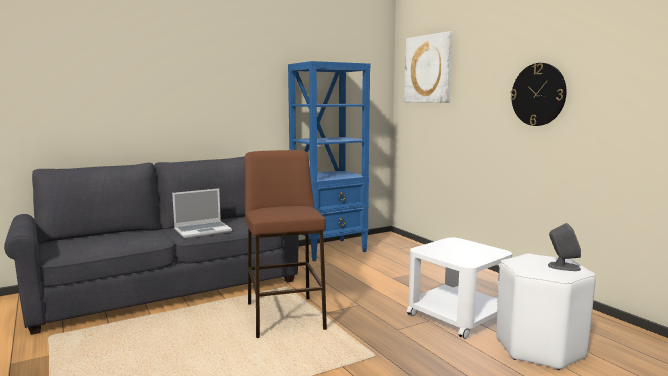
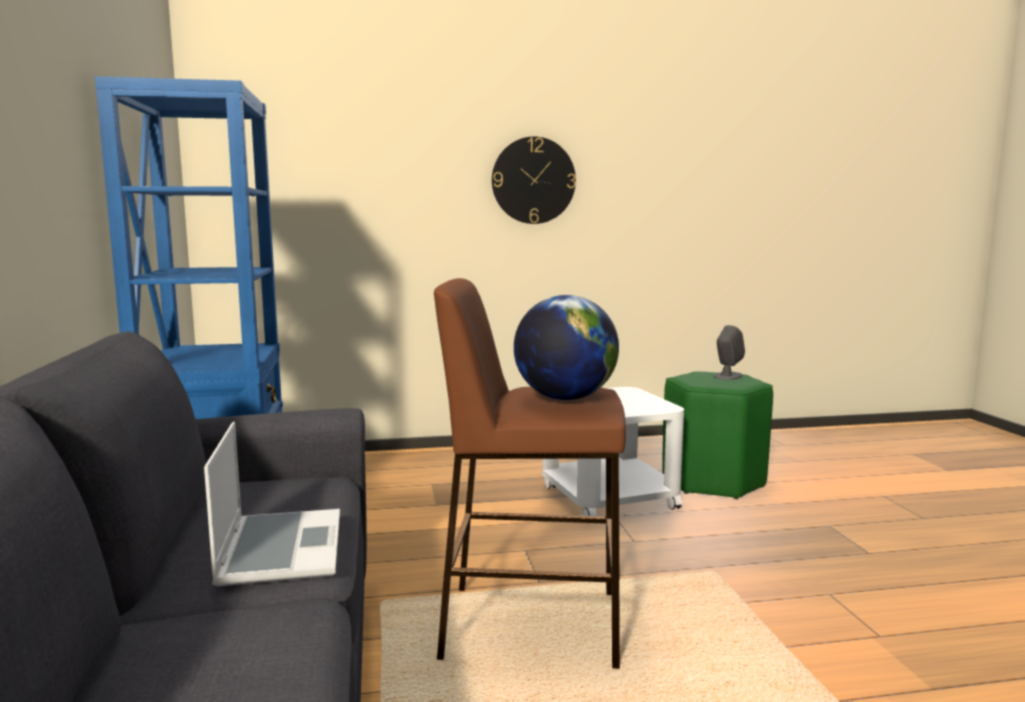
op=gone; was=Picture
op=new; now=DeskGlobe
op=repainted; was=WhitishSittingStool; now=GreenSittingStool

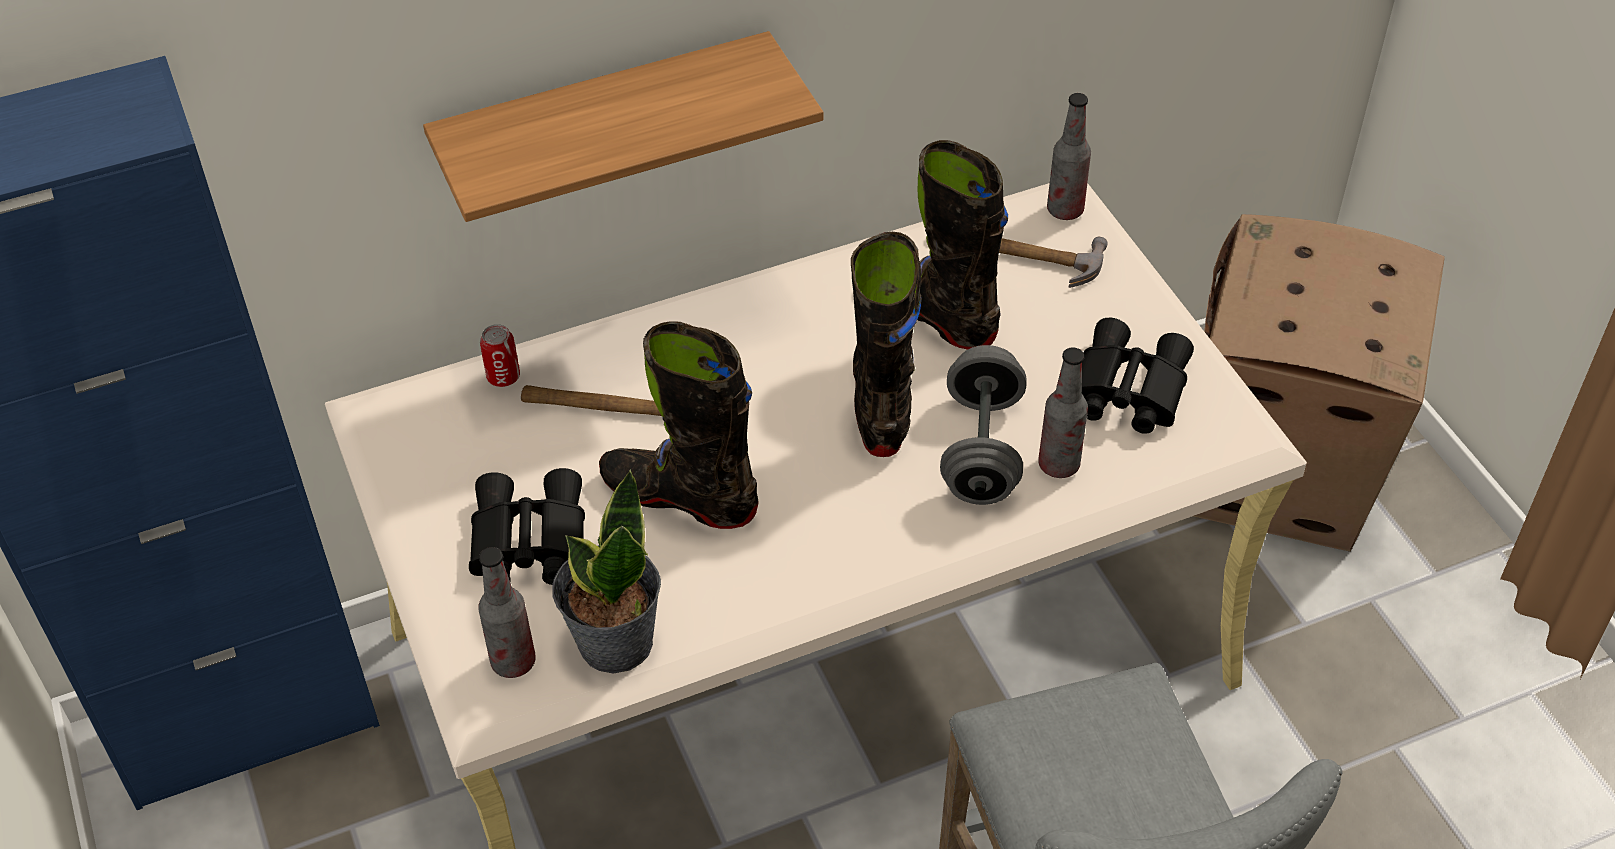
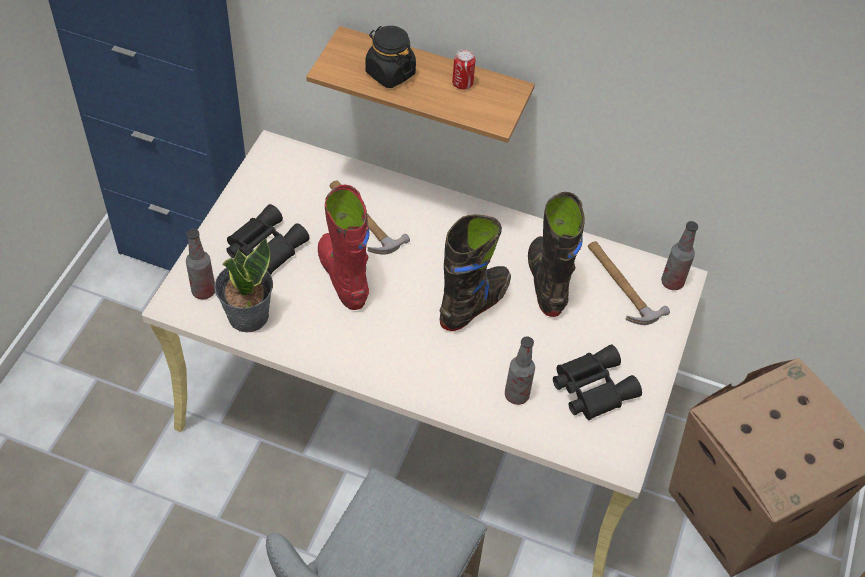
op=gone; was=GrayHandWeight
op=new; now=BlackColouredPreserveJar
op=shifted; was=MetalCan
op=repainted; was=BlackColouredHighTopBoot (no. 1 from left); now=RedColouredHighTopBoot

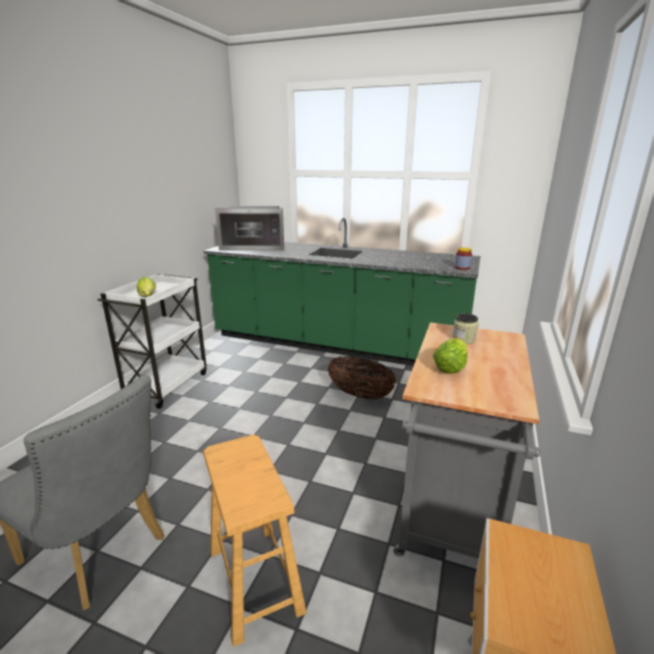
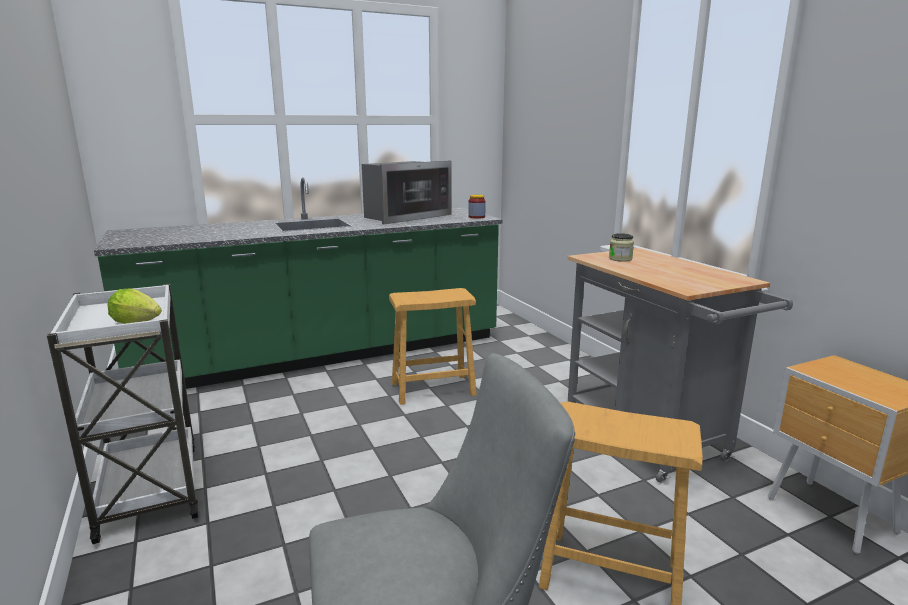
op=gone; was=HeadOfLettuce (no. 2 from left)
op=shifted; was=KitchenMicrowave
op=swapped; was=Basket; now=BrownishSittingStool (no. 1 from left)

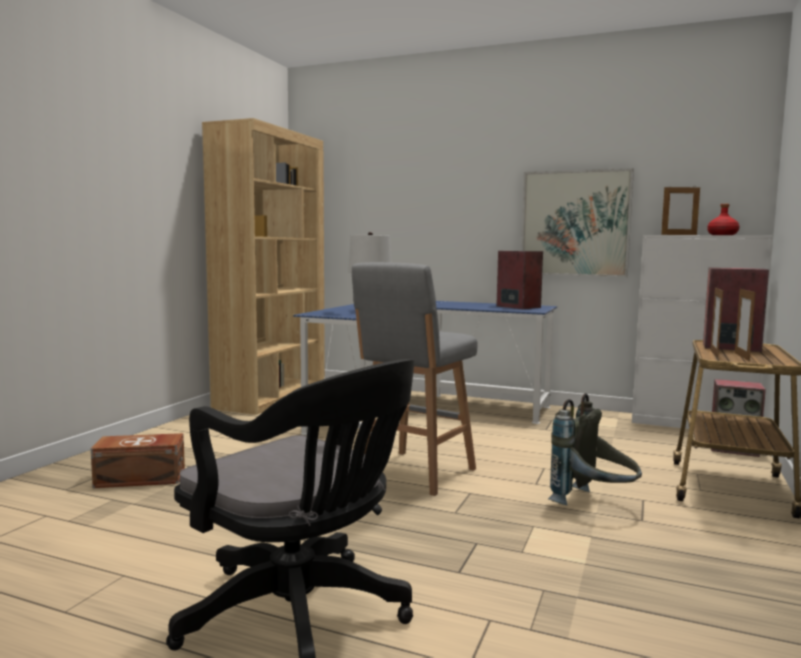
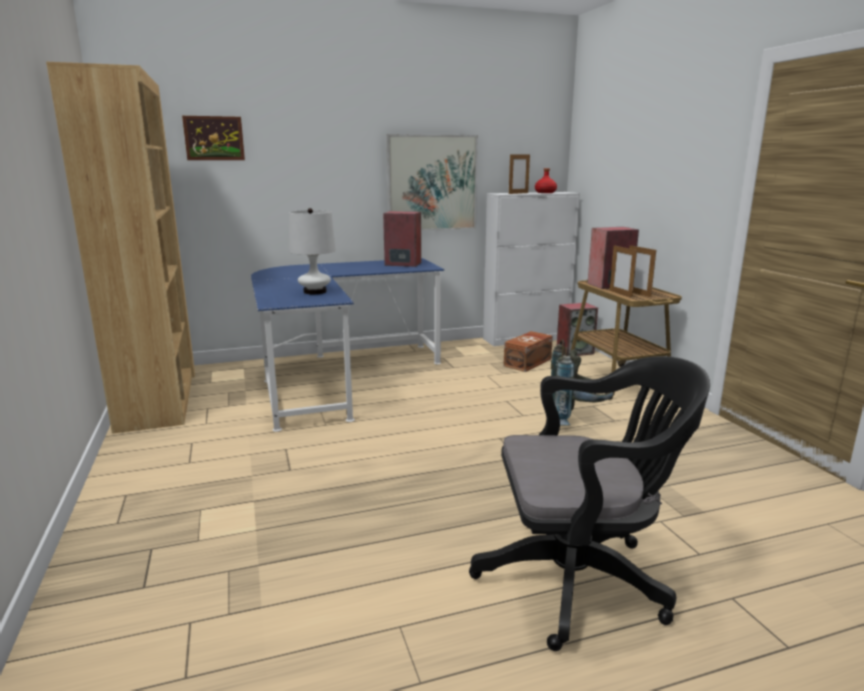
op=gone; was=GraySittingStool
op=new; now=Picture (no. 1 from left)
op=shifted; was=BrownishStorageBox

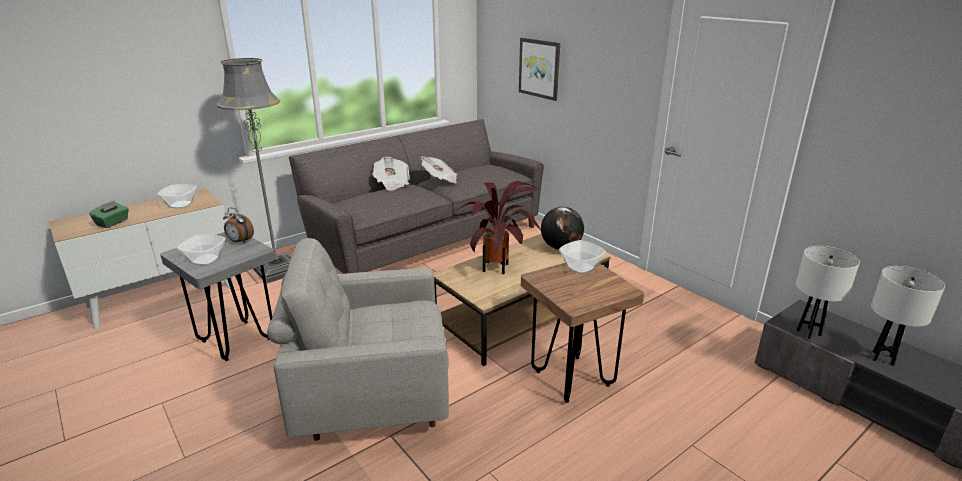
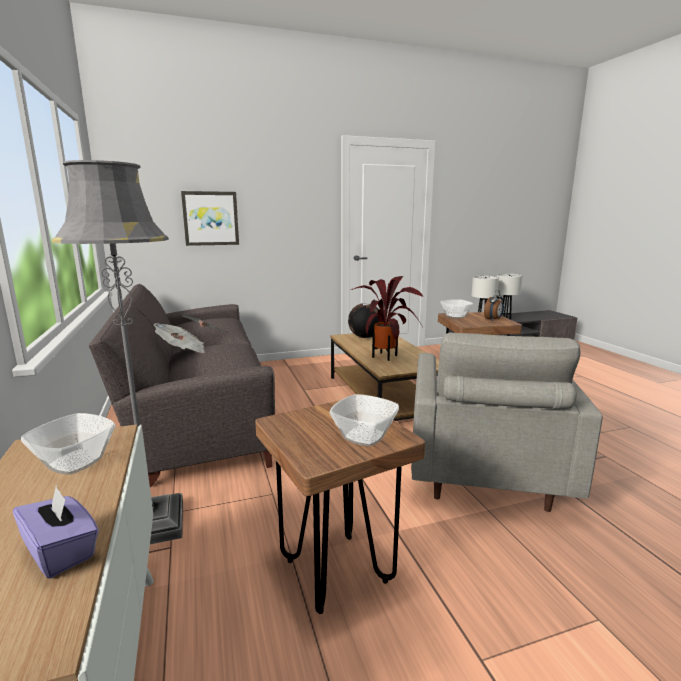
op=shifted; was=TableClock
op=repainted; was=GreenTissueHolder; now=PurplishTissueHolder
op=repainted; was=GraySittingStool; now=BrownishSittingStool (no. 1 from left)

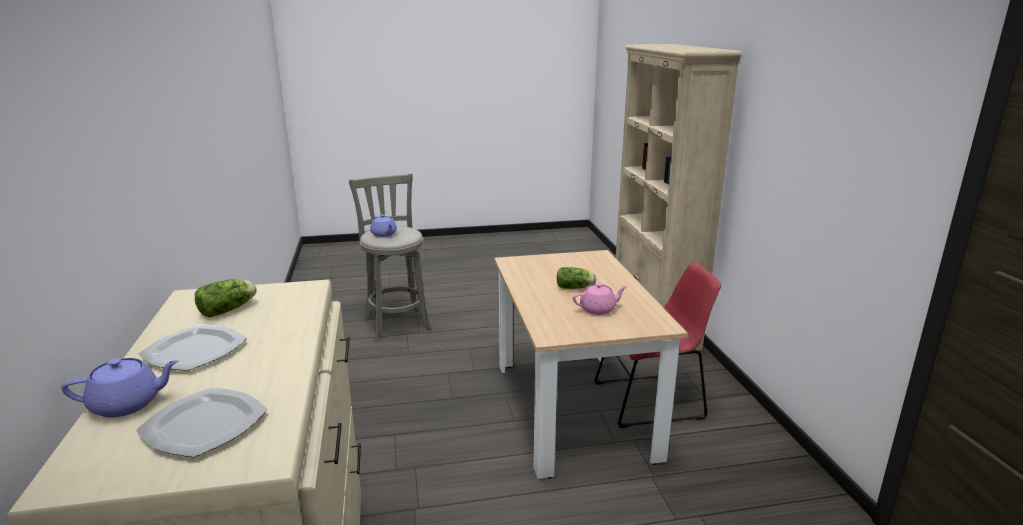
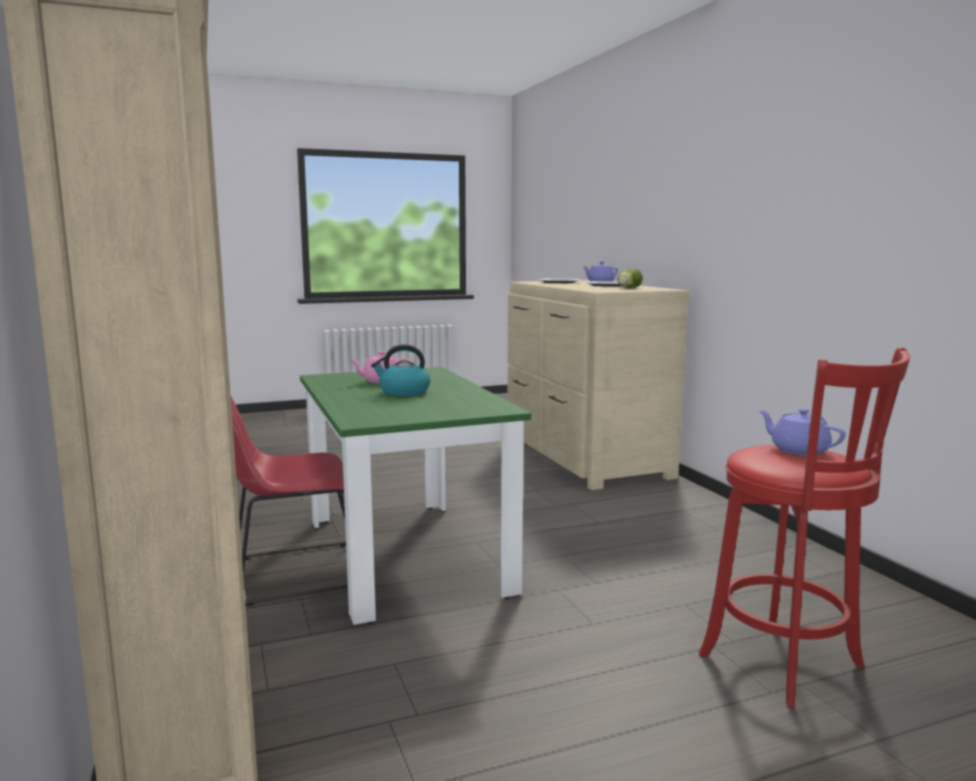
op=swapped; was=HeadOfLettuce (no. 2 from left); now=TeaKettle
op=repainted; was=GraySittingStool; now=RedColouredSittingStool
op=repainted; was=BeigeColouredKitchenTable; now=GreenKitchenTable

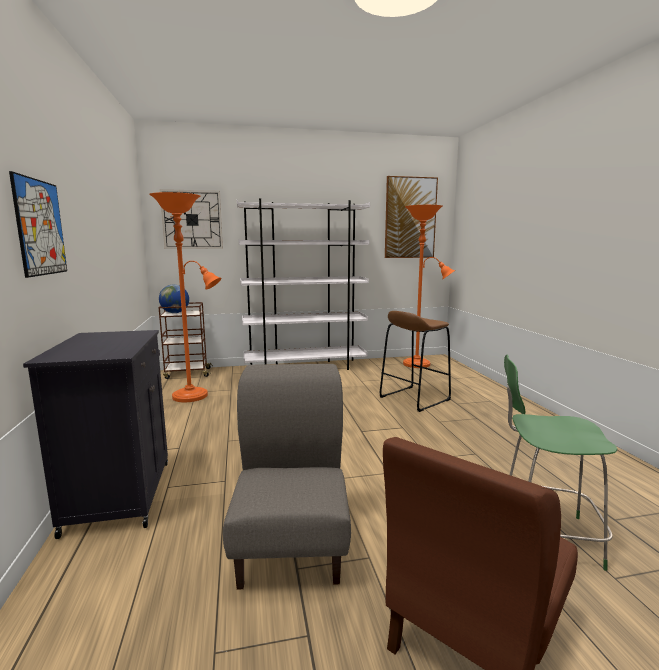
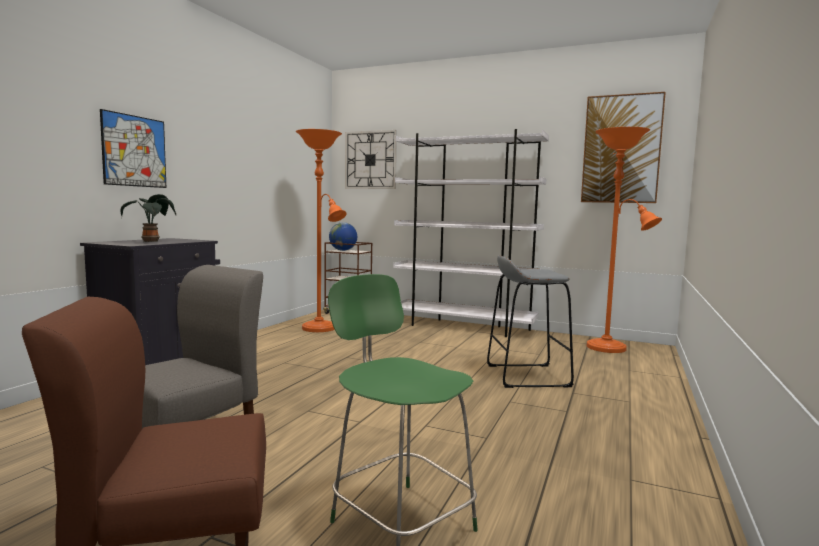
op=new; now=PottedPlant
op=repainted; was=BrownishSittingStool; now=GraySittingStool

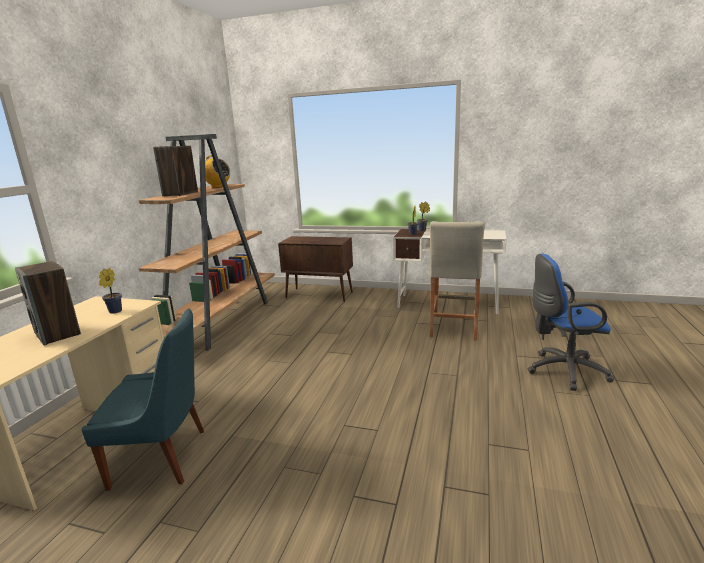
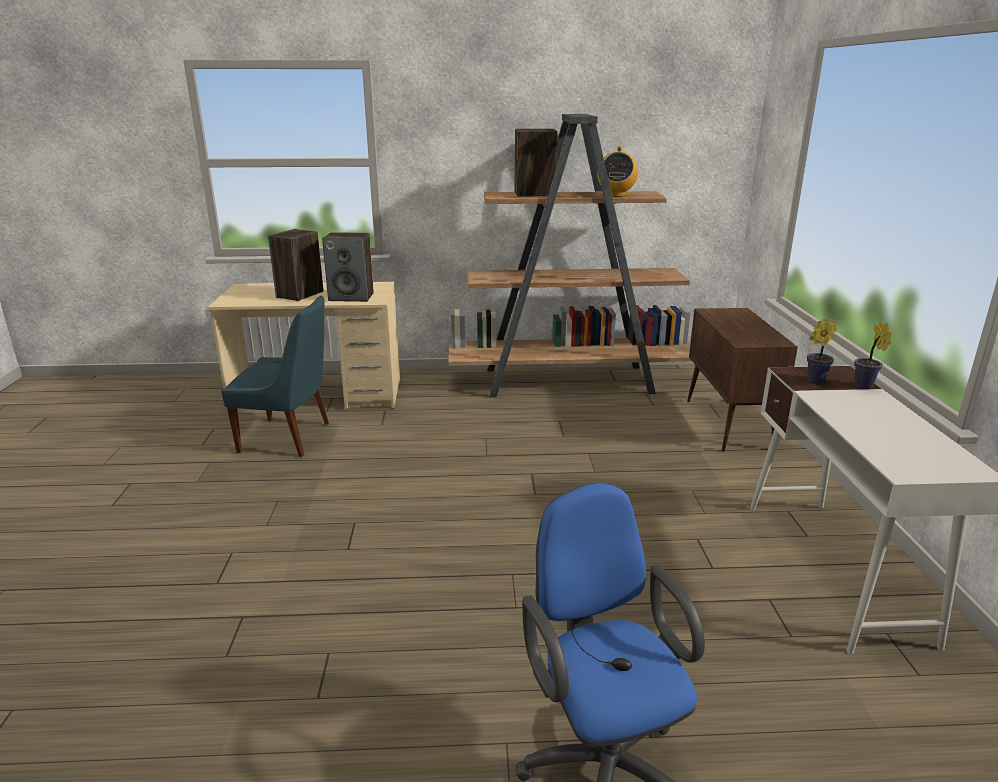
op=gone; was=BeigeColouredSittingStool
op=swapped; was=PottedPlant (no. 1 from left); now=Loudspeaker (no. 2 from left)
op=rotated; was=BlueColouredUprightChair; clockwise=-60

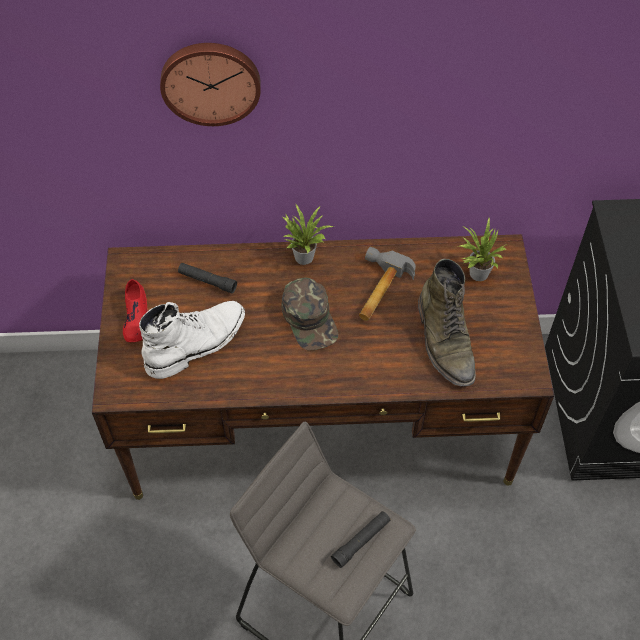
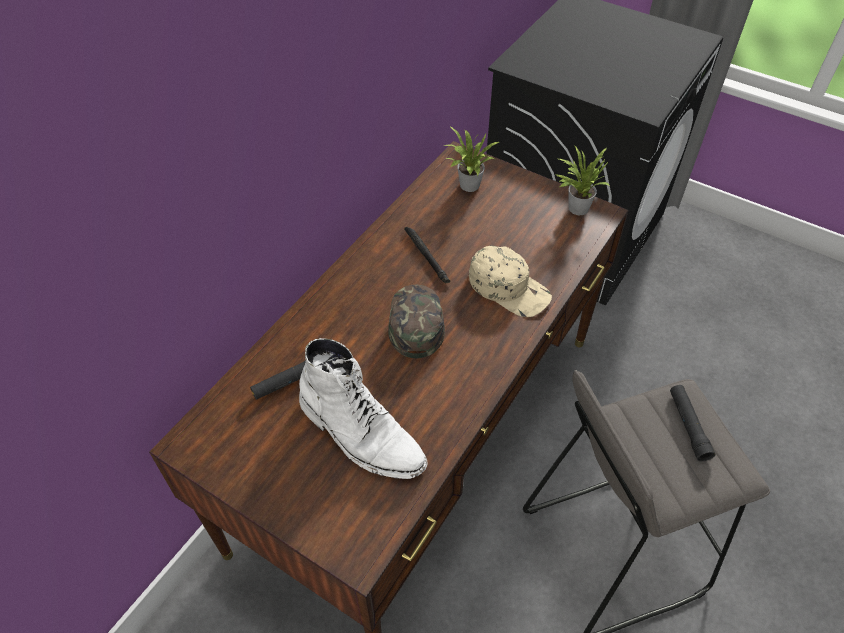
op=gone; was=RedColouredItemOfFootwear
op=gone; was=ClockOnTheWall
op=gone; was=GreenHighTopBoot
op=new; now=BeigeColouredPeakedCap
op=shifted; was=PottedPlant (no. 1 from left in the first image); now=PottedPlant (no. 2 from left)
op=swapped; was=Hammer; now=BlackColouredHandTorch (no. 2 from left)
op=rotated; was=WhitishHighTopBoot; clockwise=135
op=rotated; was=GreenPeakedCap; clockwise=-105

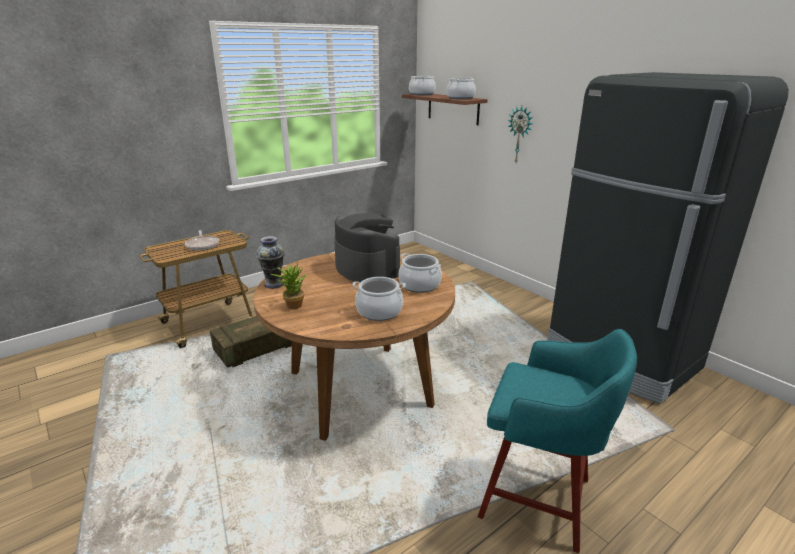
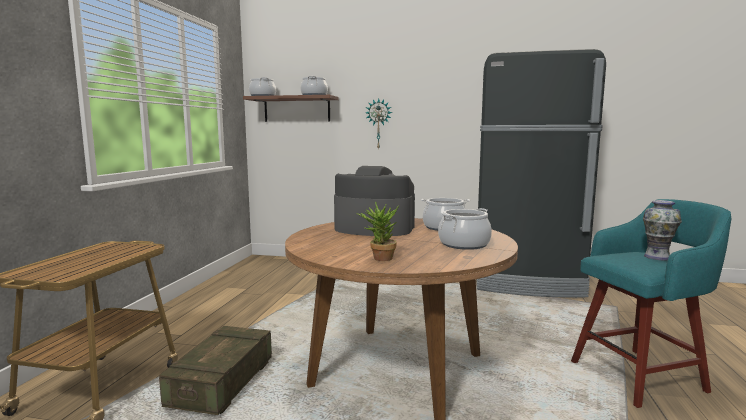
op=gone; was=FryingPan
op=shifted; was=FlowerVase

